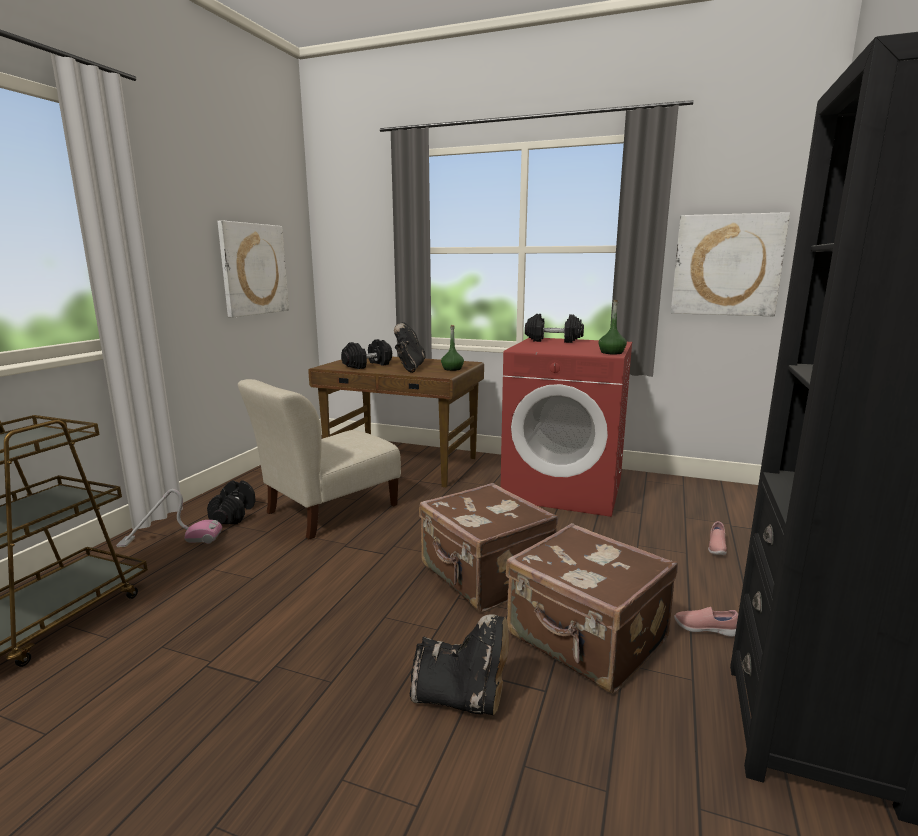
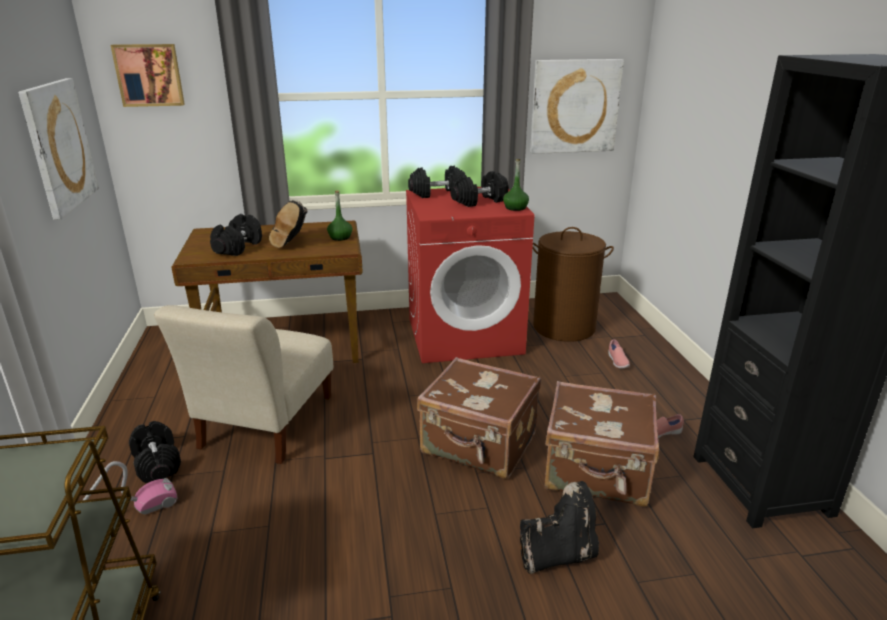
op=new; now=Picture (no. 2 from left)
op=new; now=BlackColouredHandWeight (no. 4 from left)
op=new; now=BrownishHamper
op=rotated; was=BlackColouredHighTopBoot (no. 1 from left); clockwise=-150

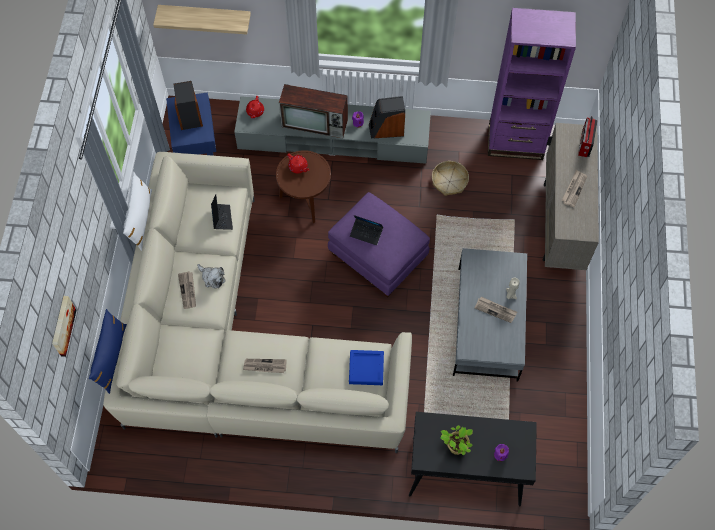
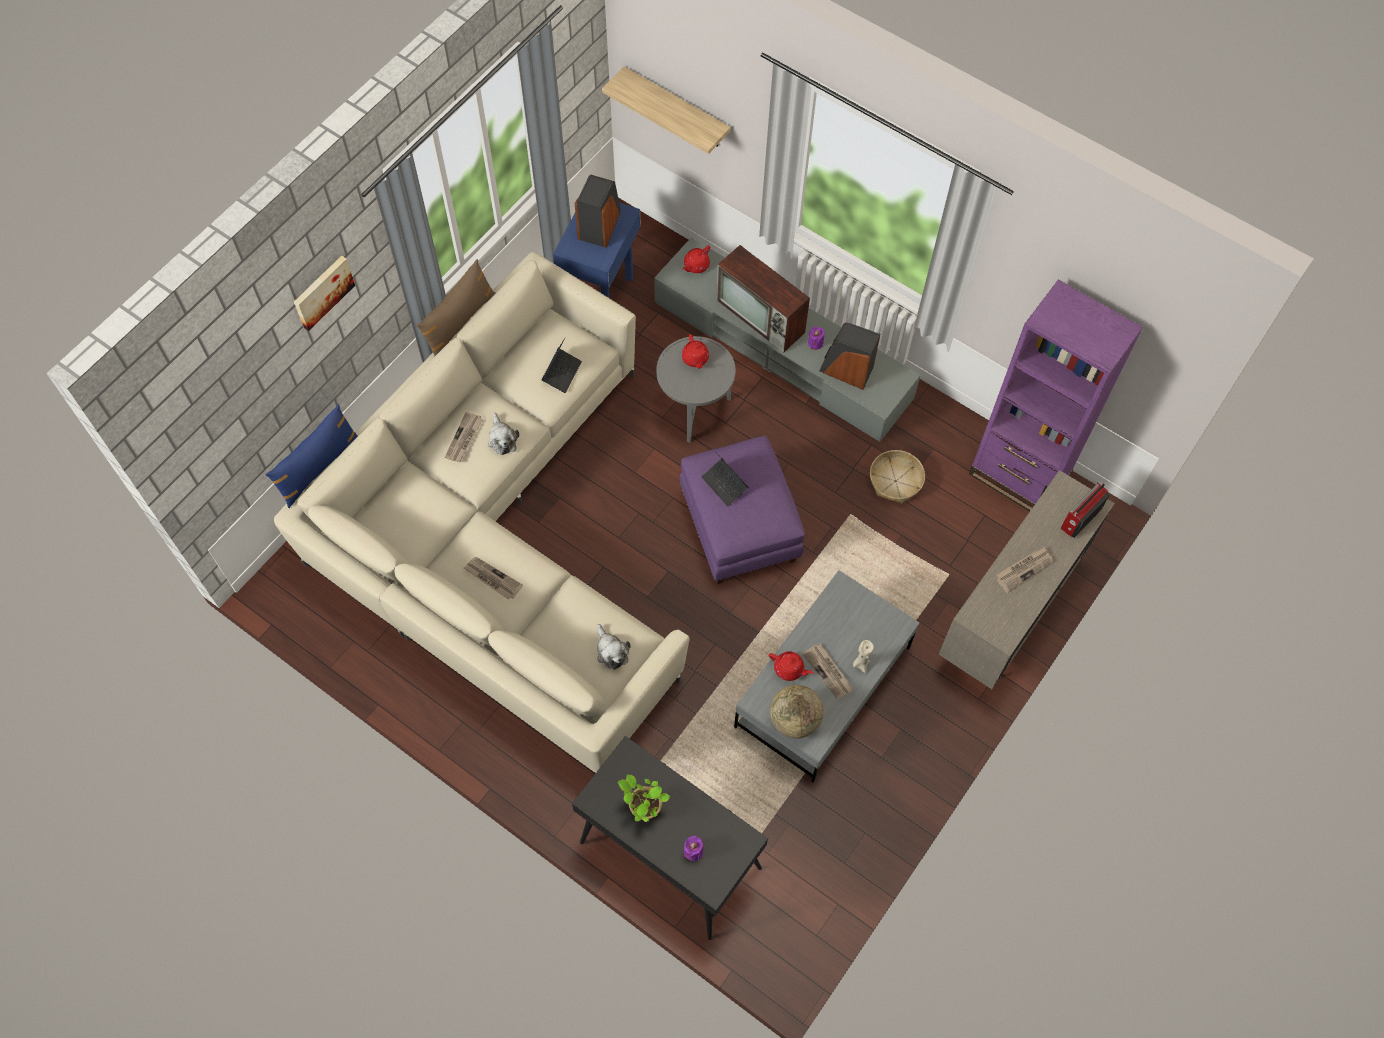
op=new; now=RedColouredTeapot (no. 3 from left)
op=new; now=DeskGlobe
op=shifted; was=Picture
op=swapped; was=BlueColouredTray; now=SoftToy (no. 2 from left)
op=repainted; was=WhitishPillow; now=BrownishPillow
op=repainted; was=BrownishSideTable; now=GraySideTable

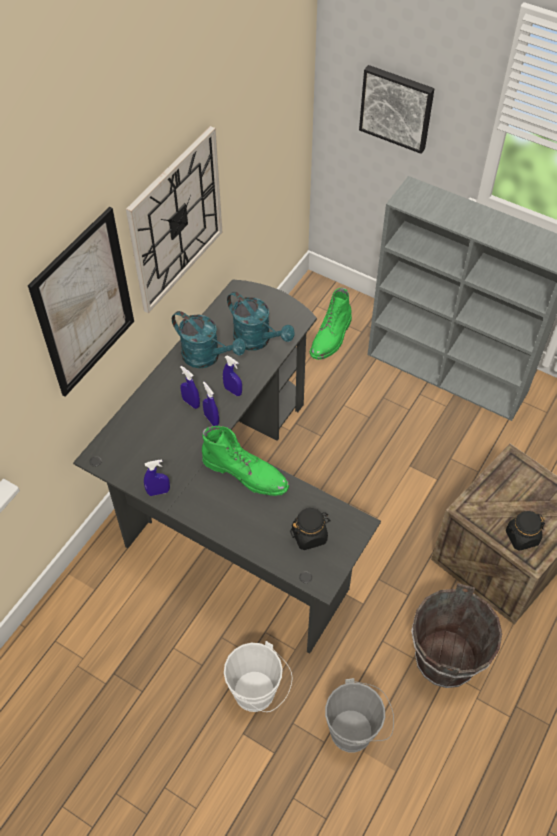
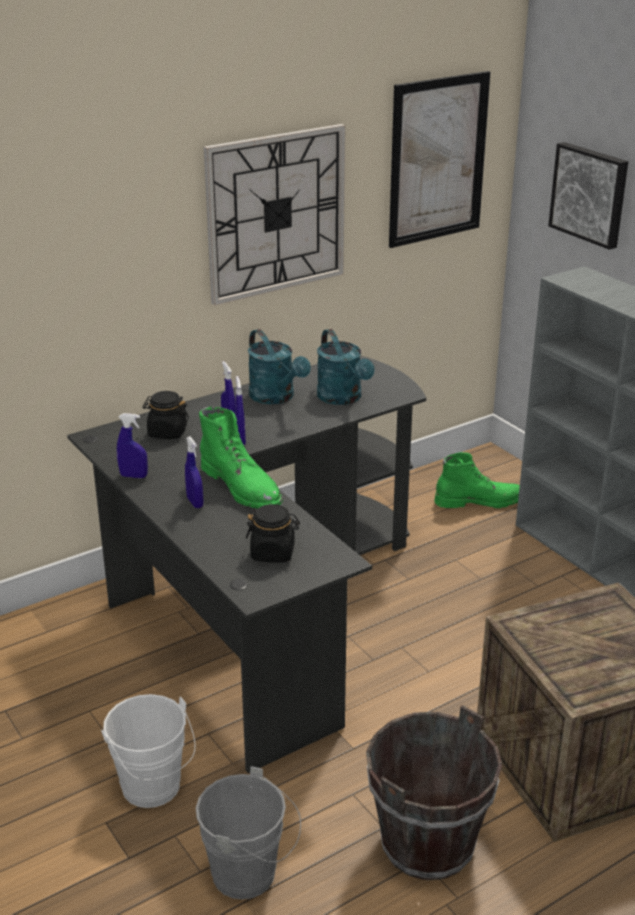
op=shifted; was=Picture (no. 1 from left)
op=shifted; was=BlueColouredSprayBottle (no. 4 from left in the first image); now=BlueColouredSprayBottle (no. 2 from left)
op=shifted; was=BlackColouredPreserveJar (no. 2 from left in the first image); now=BlackColouredPreserveJar (no. 1 from left)
op=rotated; was=GreenHighTopBoot (no. 2 from left); clockwise=-150

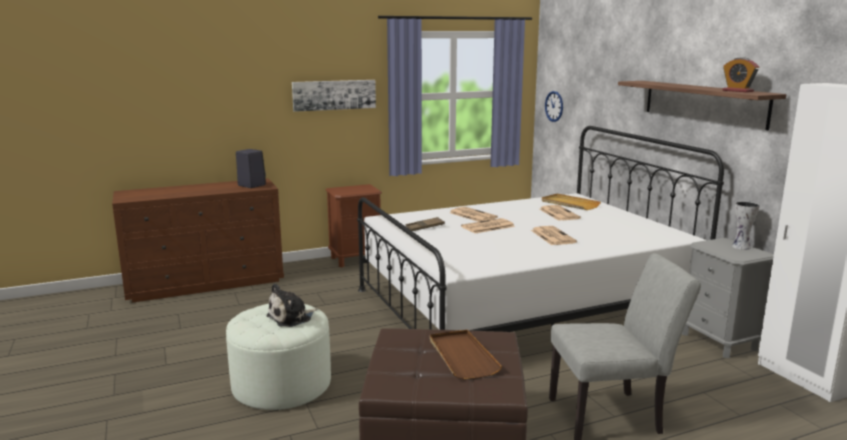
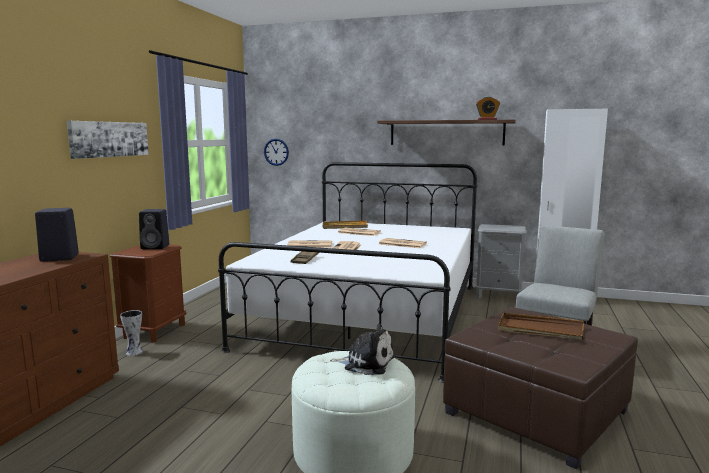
op=new; now=BlackColouredLoudspeaker (no. 2 from left)
op=shifted; was=FlowerVase
op=rotated; was=SoftToy; clockwise=-75

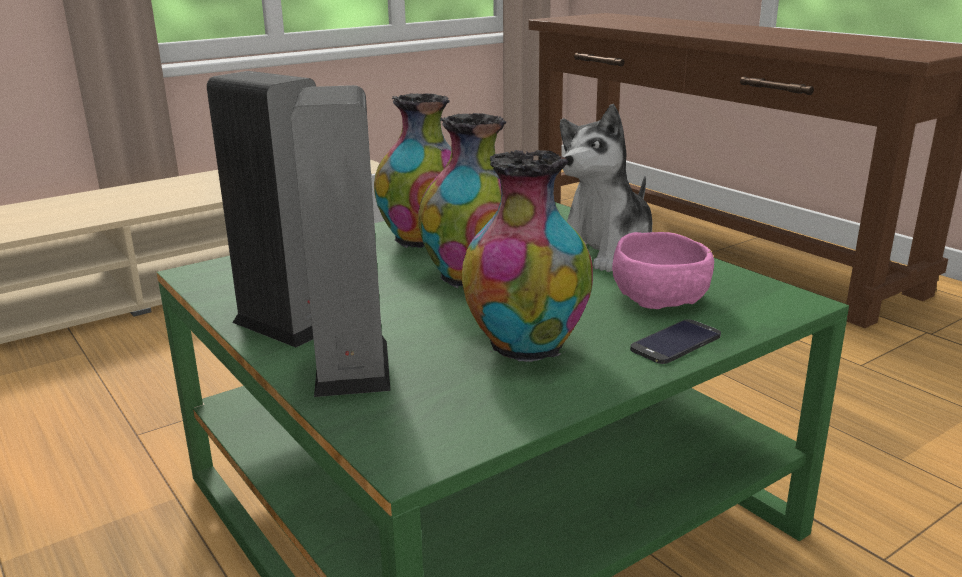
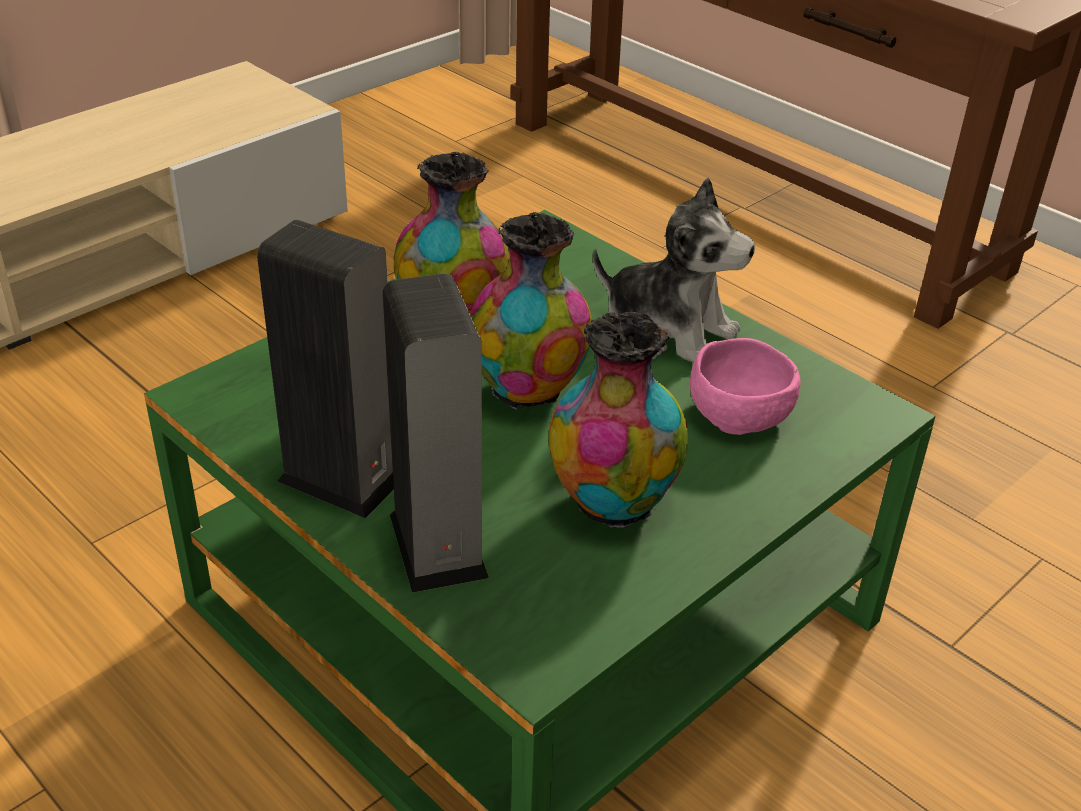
op=gone; was=Telephone
op=rotated; was=SoftToy; clockwise=-90

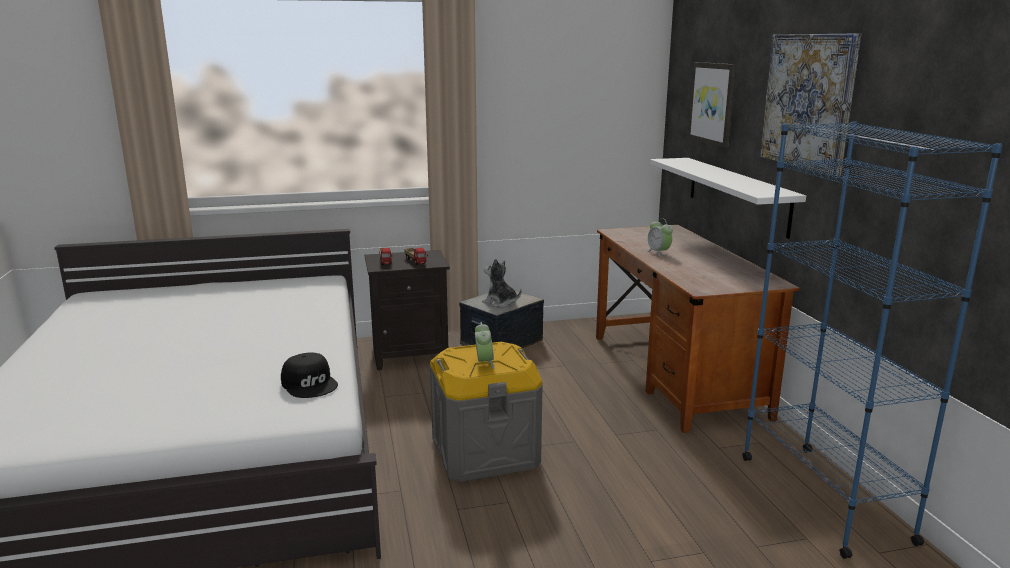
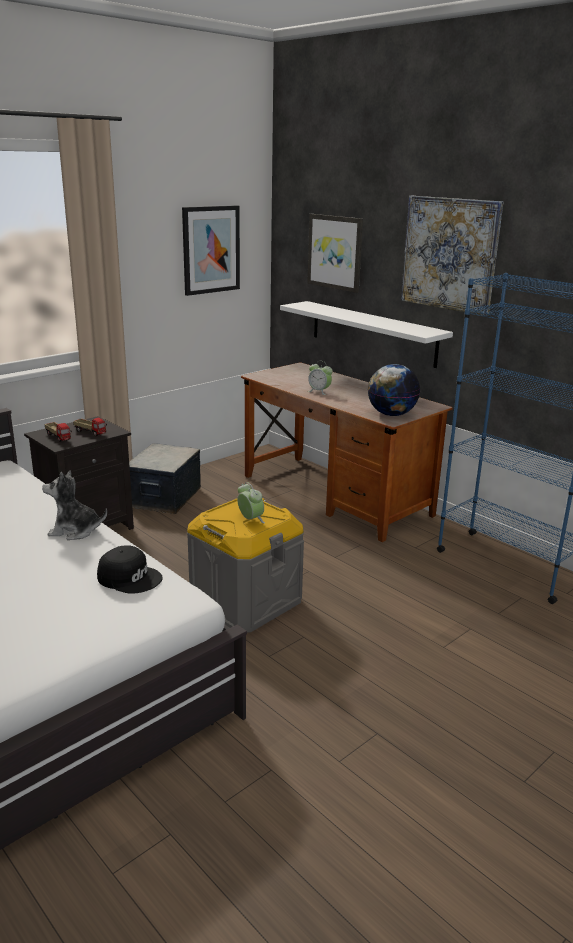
op=new; now=Picture (no. 1 from left)
op=new; now=DeskGlobe
op=shifted; was=SoftToy

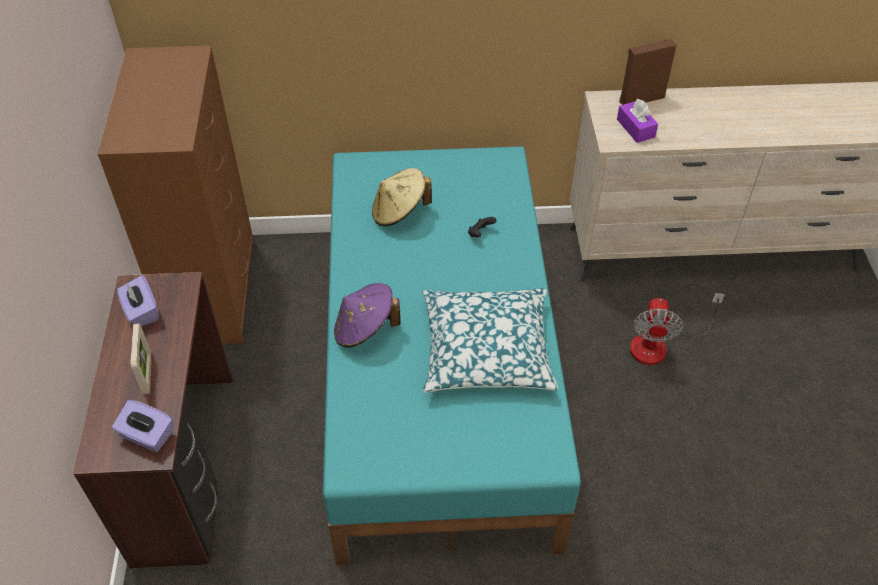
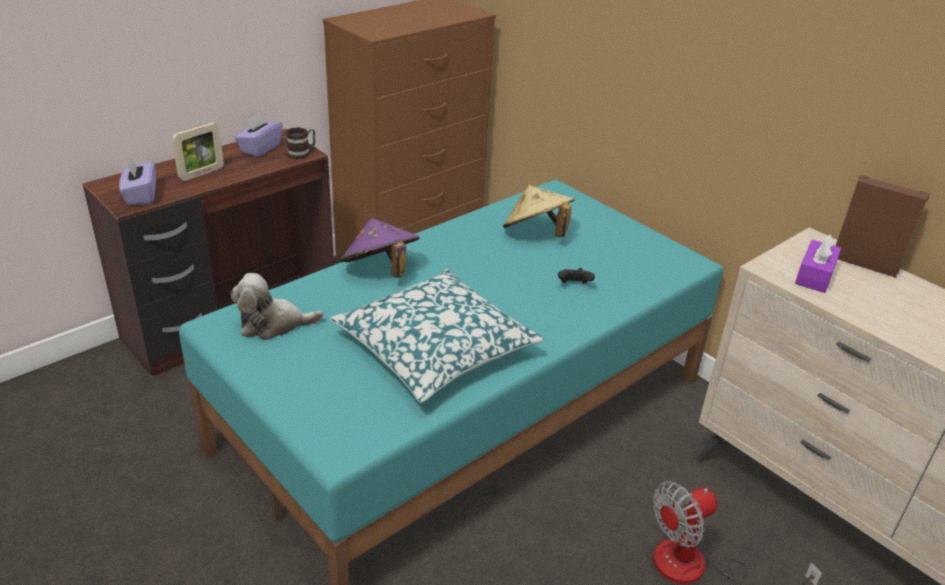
op=new; now=SoftToy
op=new; now=CoffeeMug

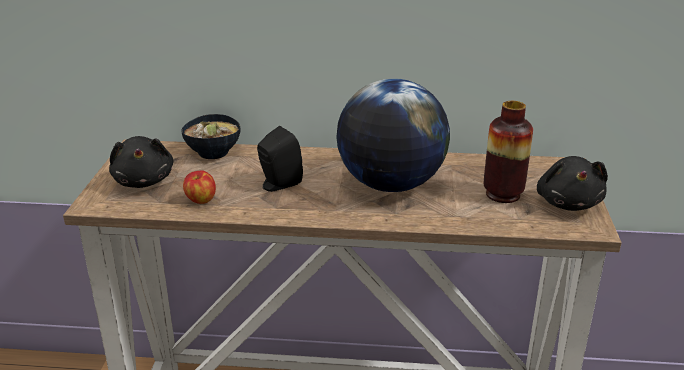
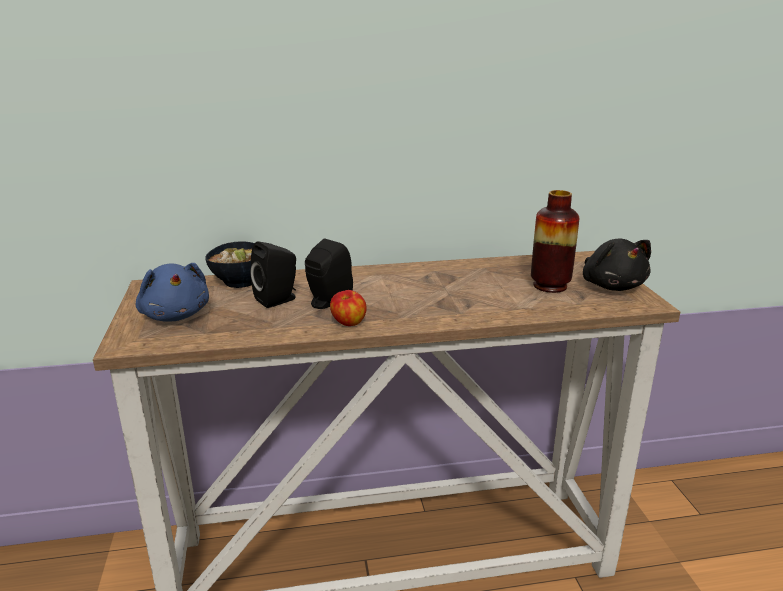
op=gone; was=DeskGlobe
op=new; now=BlackColouredLoudspeaker (no. 1 from left)
op=shifted; was=WholeApple
op=repainted; was=BlackColouredSoftToy (no. 1 from left); now=BlueColouredSoftToy

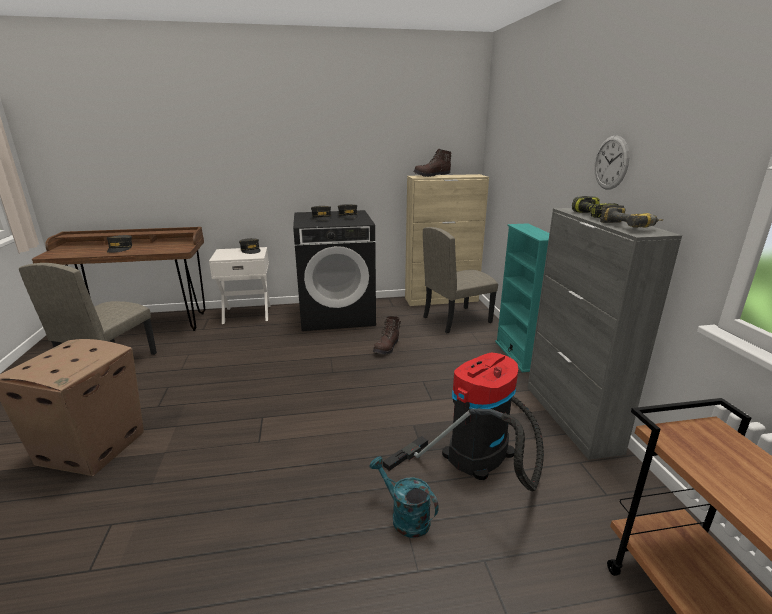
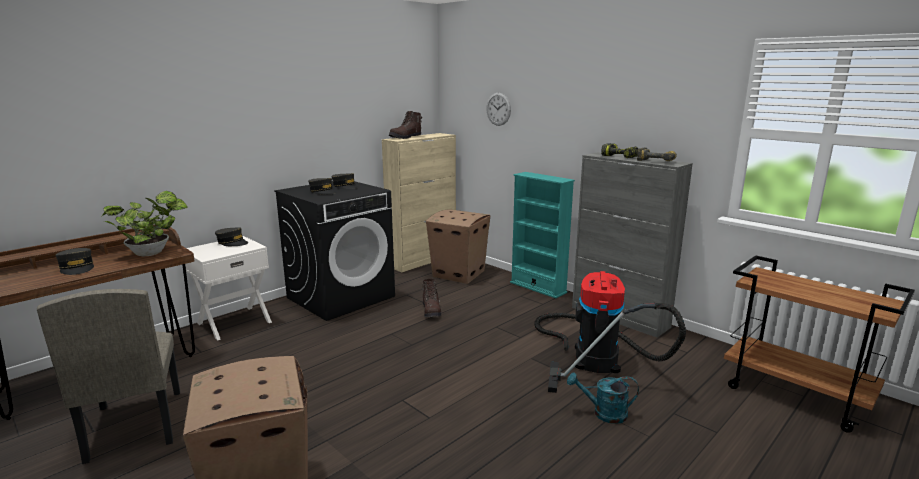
op=new; now=PottedPlant
op=shifted; was=ClockOnTheWall
op=swapped; was=BeigeColouredUprightChair (no. 2 from left); now=PackingBox (no. 2 from left)

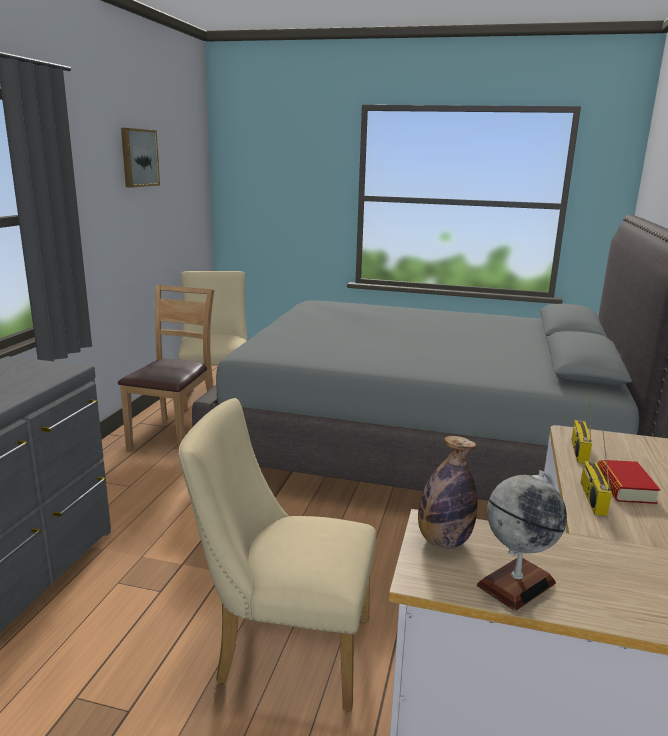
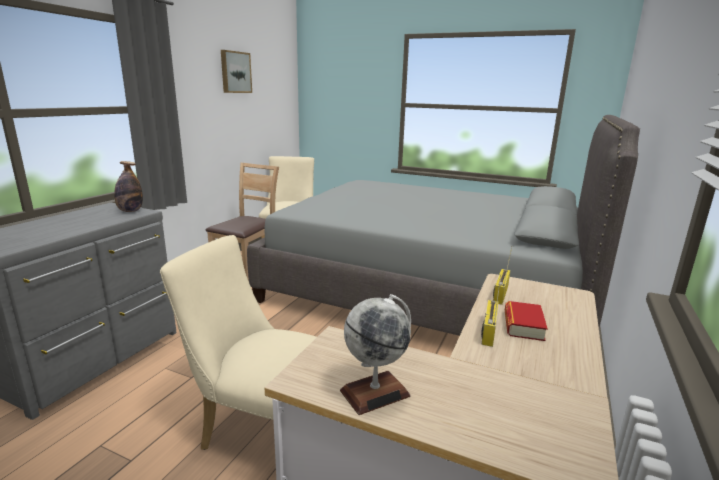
op=shifted; was=DrinkBottle

